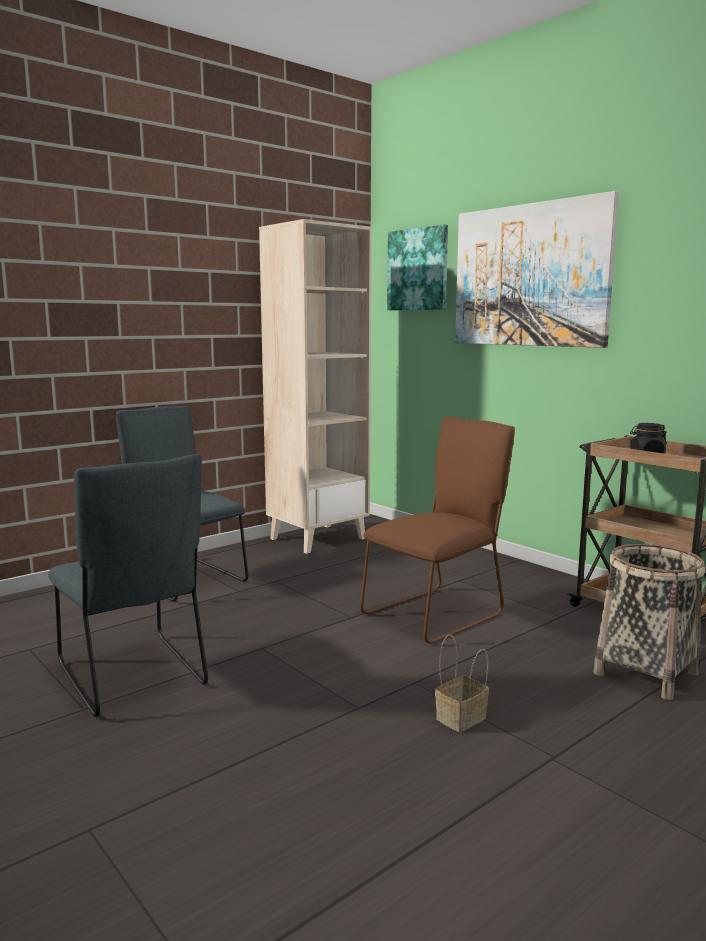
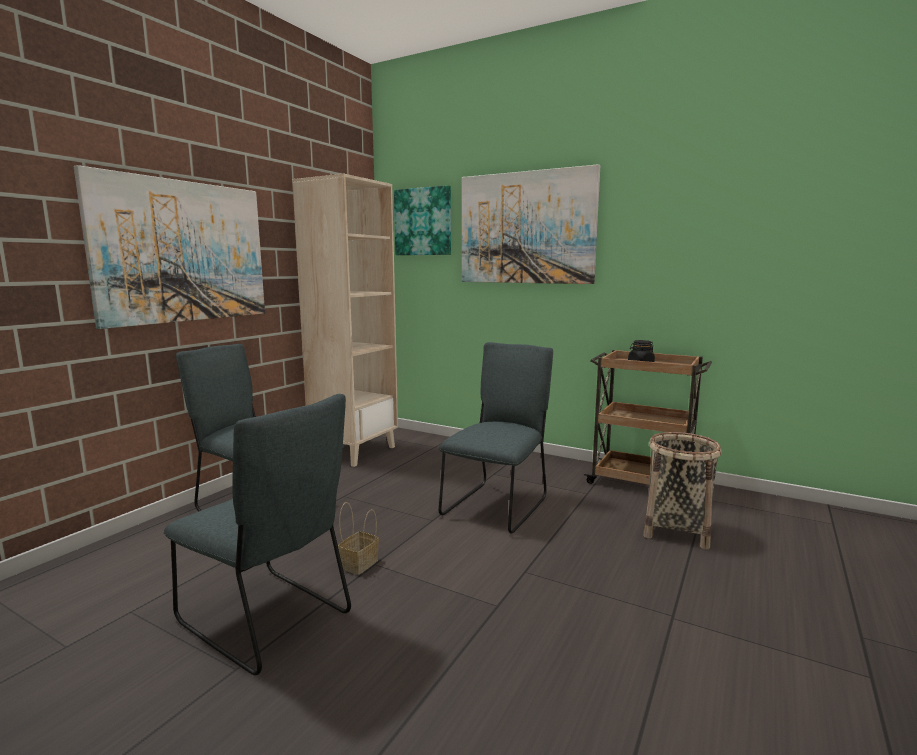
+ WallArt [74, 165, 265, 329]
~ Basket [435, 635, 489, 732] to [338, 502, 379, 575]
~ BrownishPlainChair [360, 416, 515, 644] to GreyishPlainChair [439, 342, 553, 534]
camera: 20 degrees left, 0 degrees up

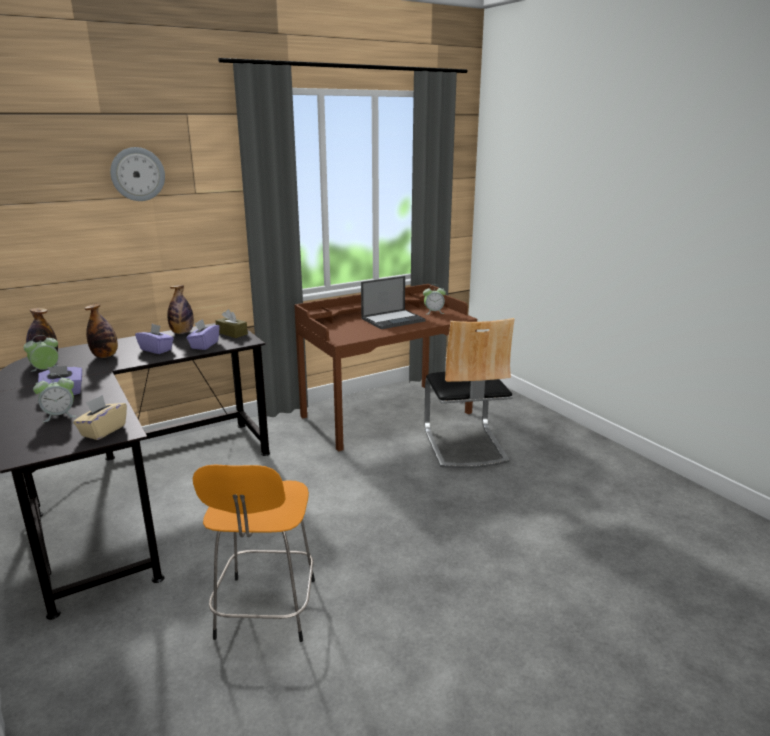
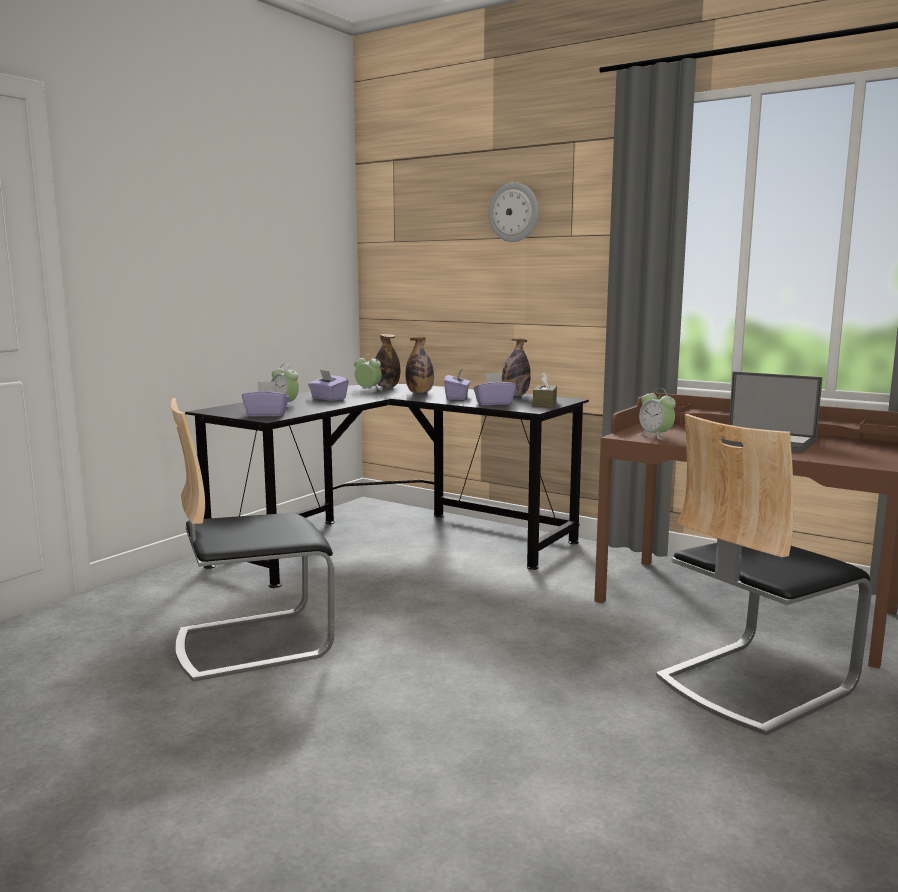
~ OrangeColouredSittingStool [193, 464, 315, 642] to PlainChair [171, 398, 334, 682]
~ BeigeTissueBox [73, 395, 127, 440] to PurpleColouredTissueBox [242, 382, 289, 417]
~ BedsideClock [423, 287, 446, 314] to [637, 388, 676, 440]
camera: 65 degrees right, 10 degrees down

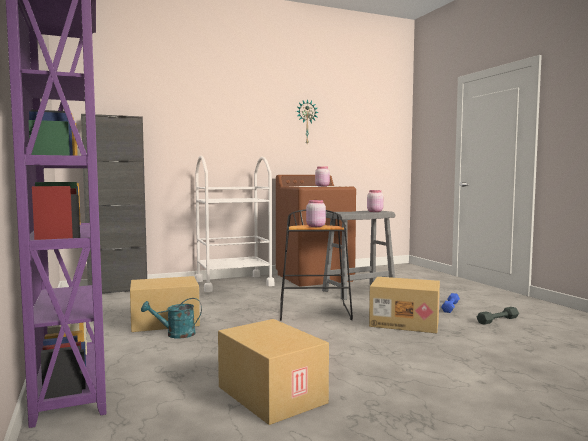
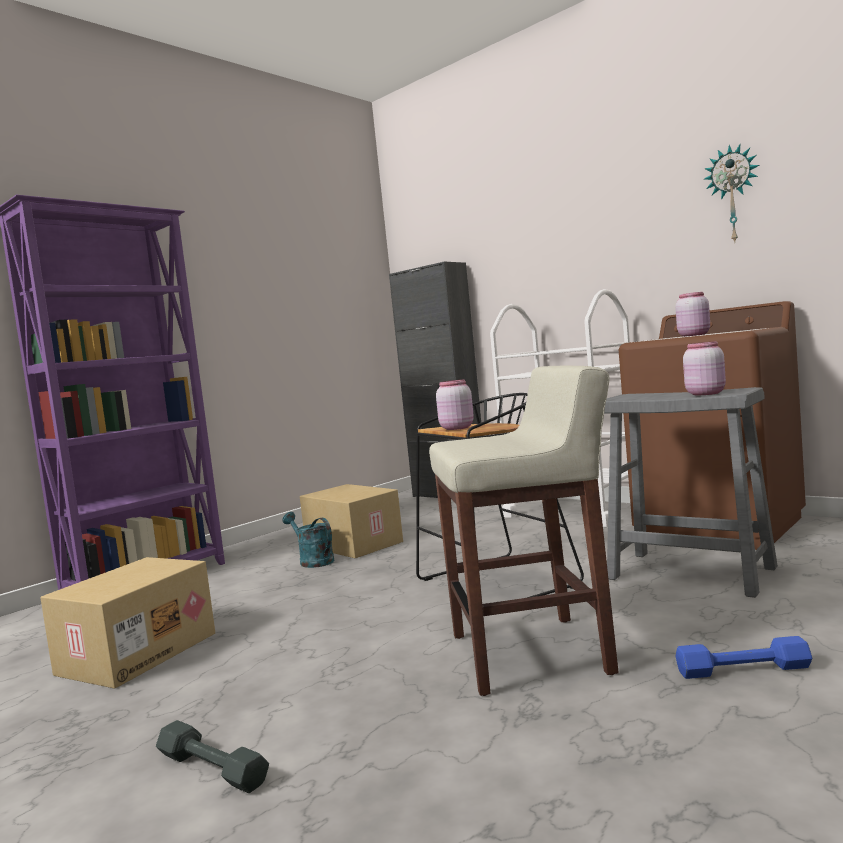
~ GreyishDumbbell [477, 307, 519, 325] to [156, 720, 269, 793]
~ CardboardBox [369, 277, 440, 333] to BeigeSittingStool [429, 366, 619, 696]
camera: 65 degrees right, 0 degrees up

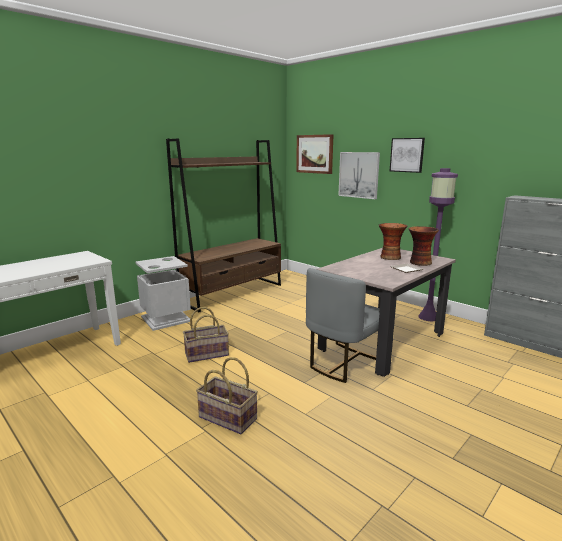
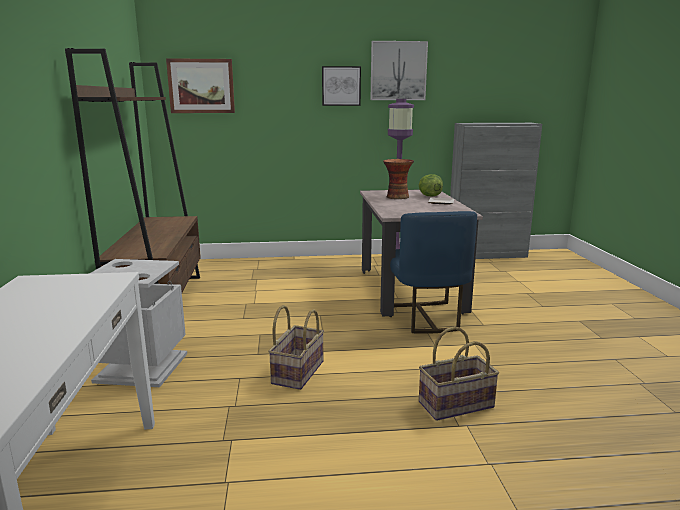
~ WallArt [338, 152, 380, 199] to [371, 41, 428, 100]
~ GreyishPlainChair [306, 268, 380, 383] to BluePlainChair [390, 211, 477, 334]
~ DecorativeVase [408, 226, 439, 266] to Lettuce [419, 174, 443, 197]
camera: 50 degrees left, 0 degrees up

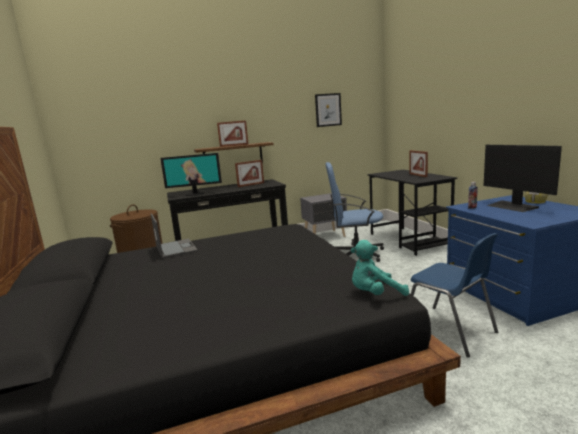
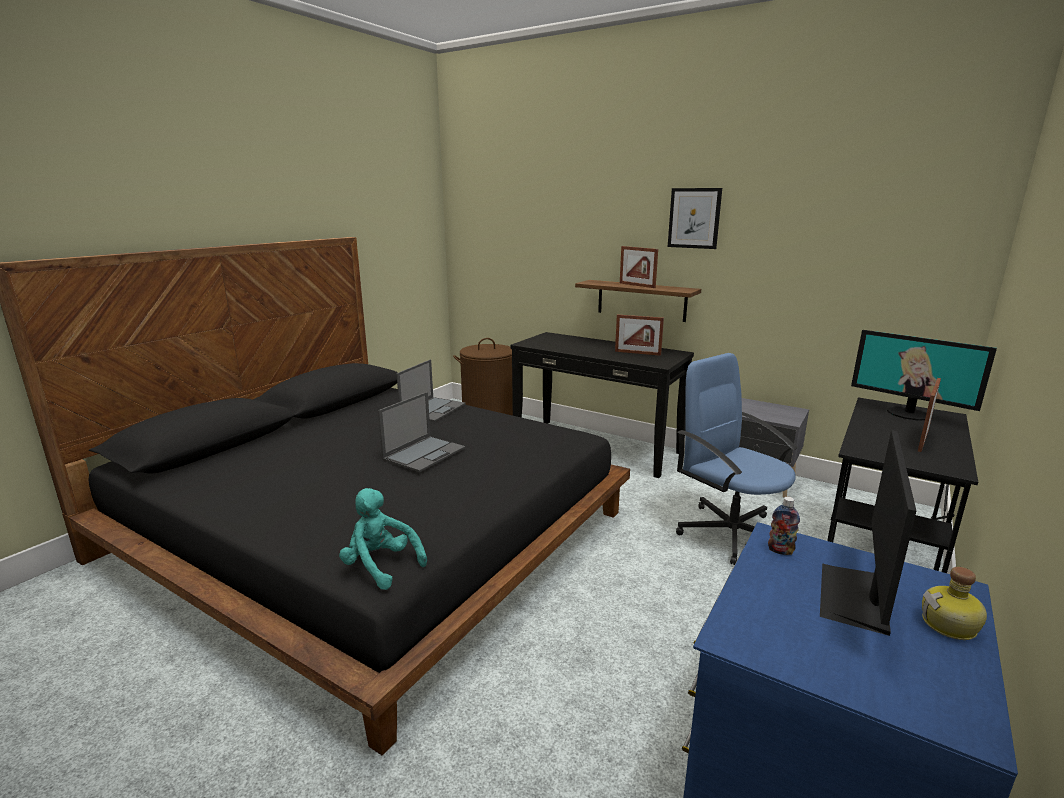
+ PortableComputer [378, 392, 465, 472]
~ WallArt [315, 93, 342, 127] to [668, 188, 722, 249]
~ ComputerScreen [160, 153, 222, 196] to [851, 330, 997, 421]
- BluePlainChair [411, 233, 498, 357]
camera: 50 degrees right, 5 degrees up

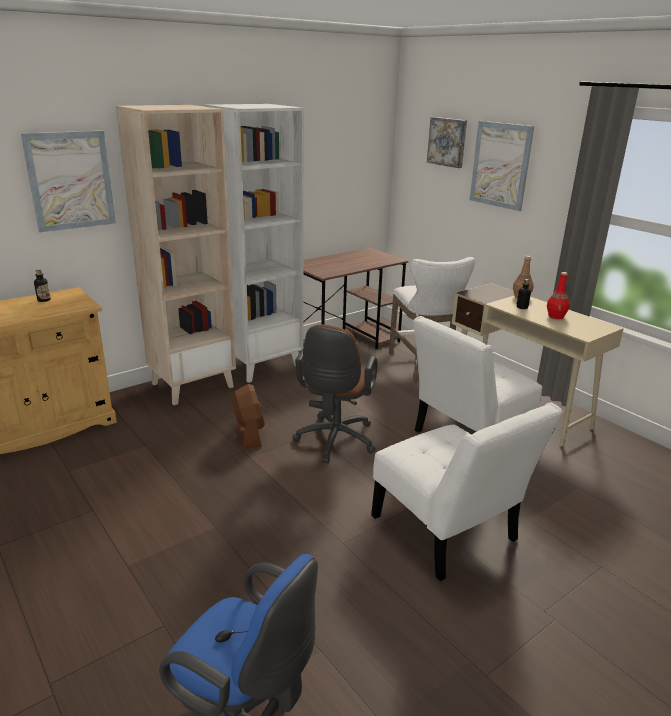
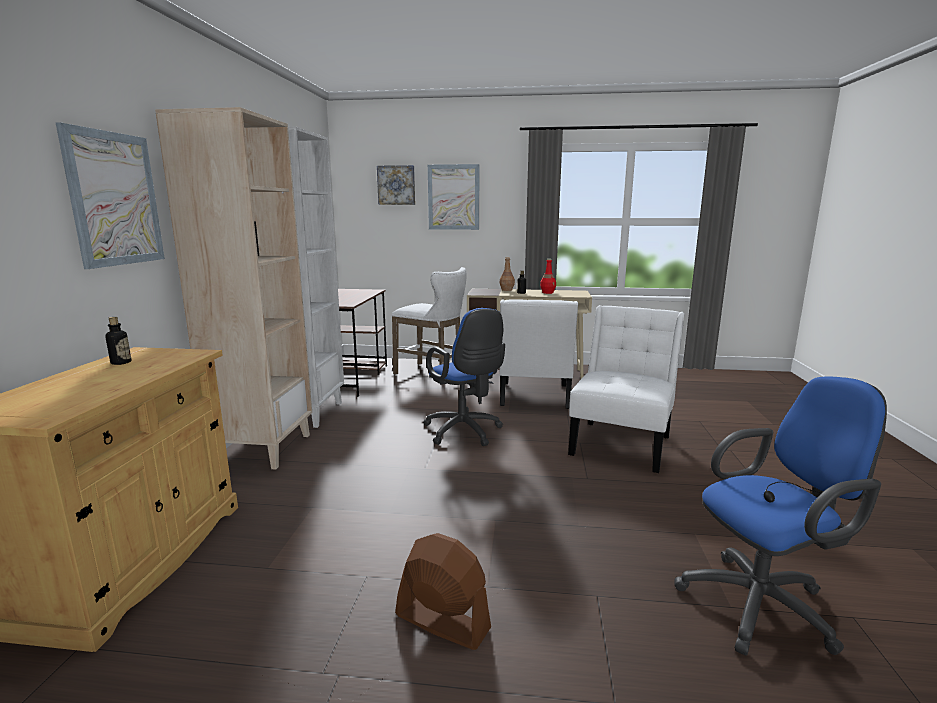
~ BrownishFan [232, 384, 265, 448] to [395, 533, 491, 650]
~ BrownishOfficeChair [293, 324, 377, 463] to BlueOfficeChair [423, 308, 505, 446]
~ WhitePlainChair [371, 403, 563, 581] = [568, 305, 684, 473] 75 degrees counterclockwise
camera: 45 degrees left, 10 degrees down

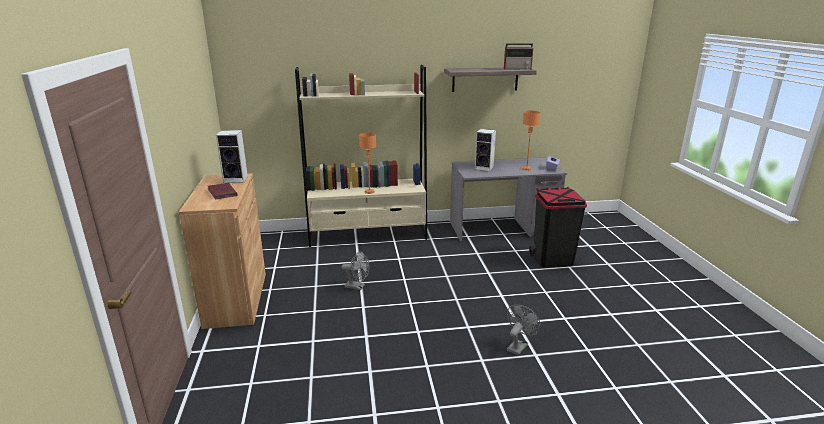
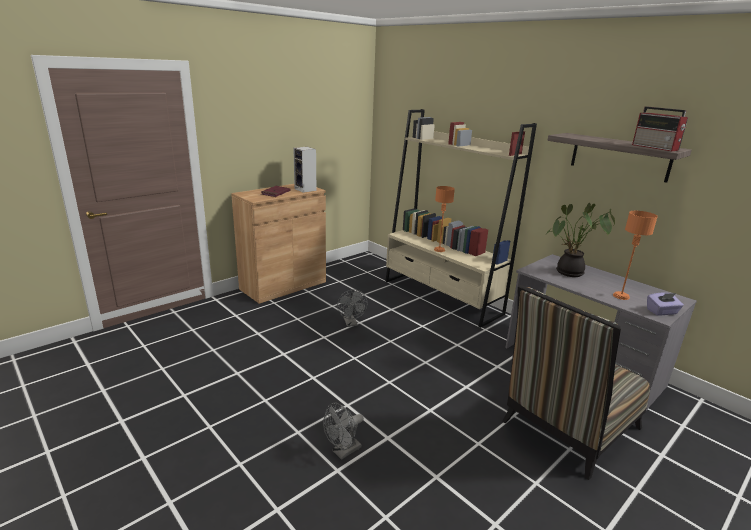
~ GreyishFan [507, 305, 541, 355] = [323, 403, 364, 460] 135 degrees clockwise
~ BlackColouredRubbishBin [529, 187, 587, 268] to PlainChair [502, 285, 650, 480]
~ AudioSpeaker [475, 129, 496, 171] to PlantInAPot [546, 203, 615, 277]
camera: 55 degrees right, 0 degrees up

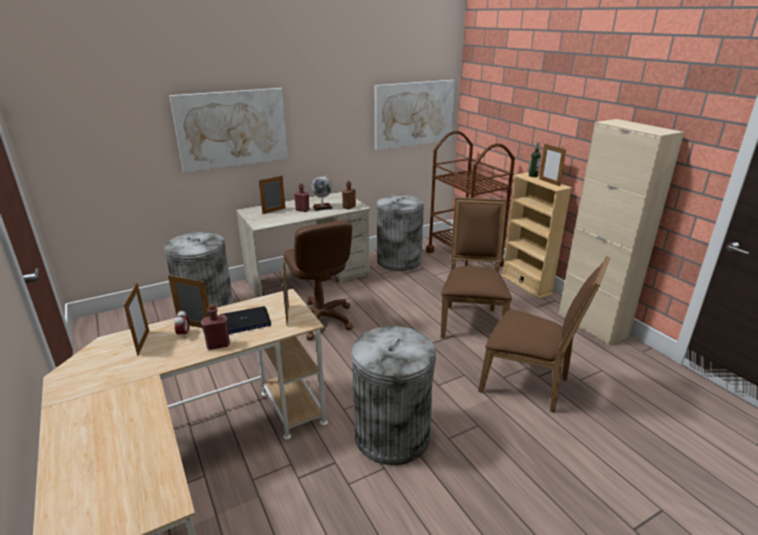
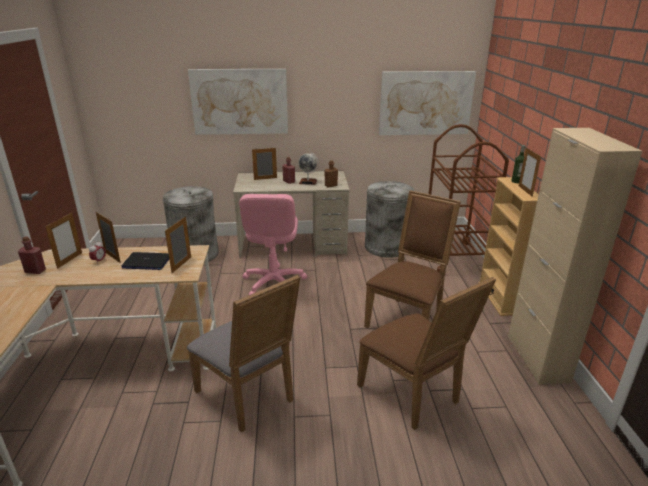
~ ReddishBottle [201, 304, 230, 350] to [18, 237, 46, 274]
~ GreyishRubbishBin [351, 326, 436, 465] to GreyishPlainChair [187, 275, 300, 432]
~ BrownishOfficeChair [284, 220, 353, 340] to PinkOfficeChair [239, 194, 307, 295]
camera: 25 degrees right, 0 degrees up

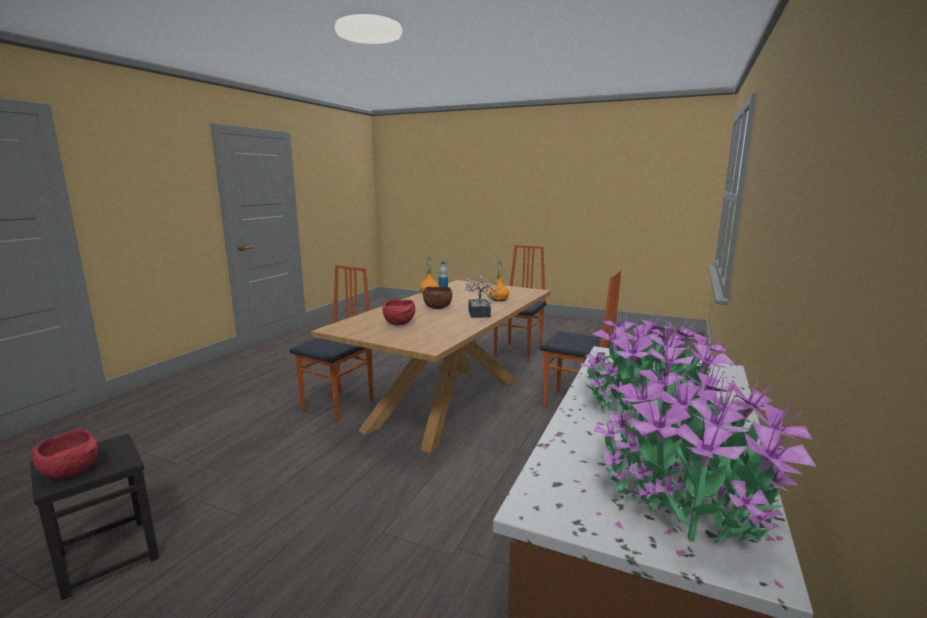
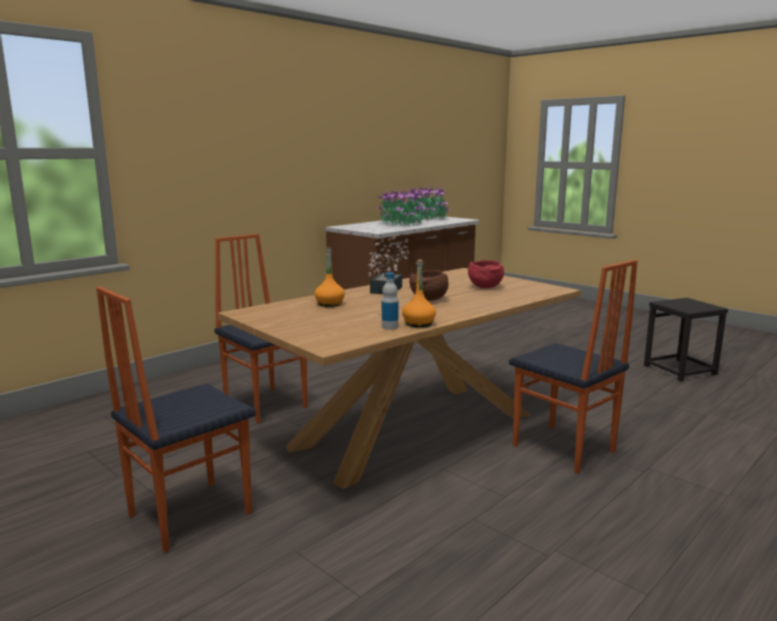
~ PlainChair [290, 265, 373, 422] = [509, 260, 638, 474] 90 degrees counterclockwise
- ReddishDeepDish [31, 430, 98, 479]
camera: 160 degrees left, 0 degrees up

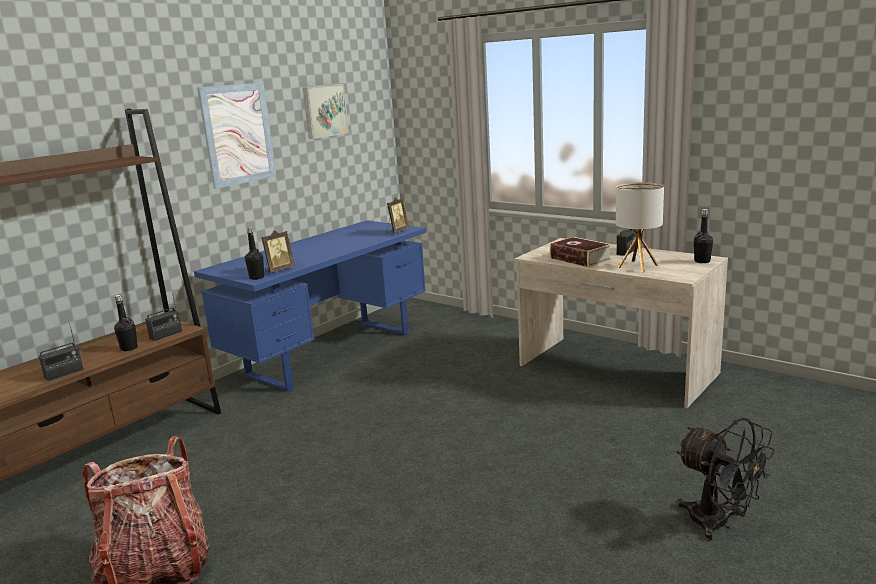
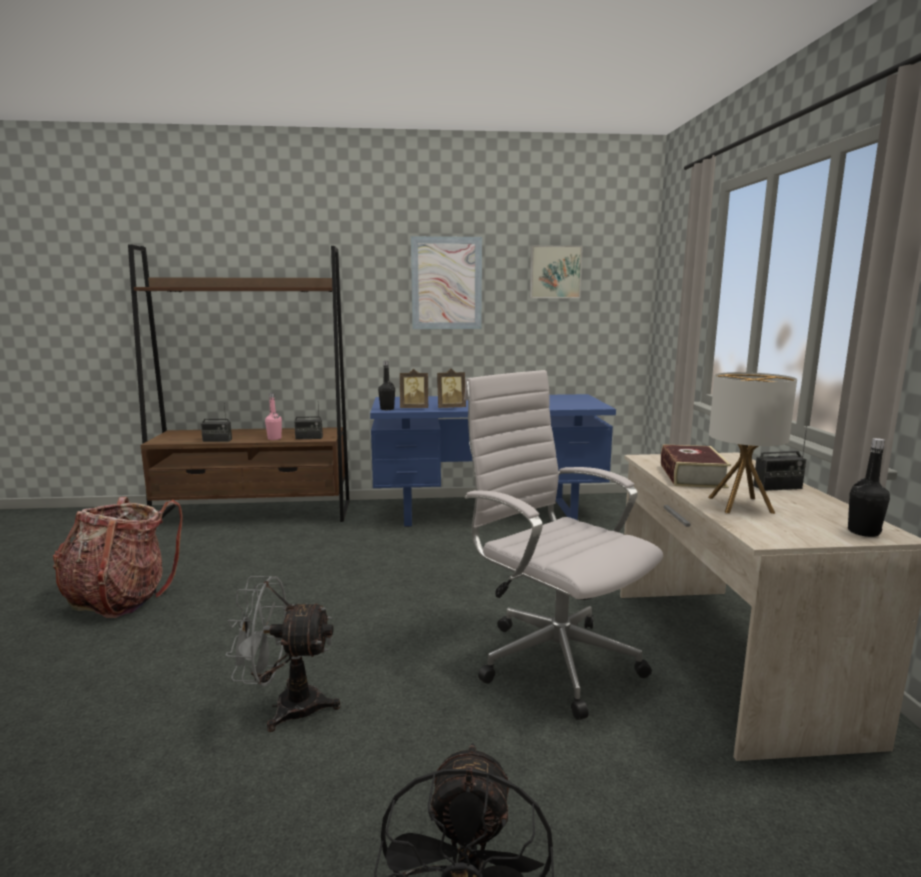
+ GreyishFan [226, 576, 341, 732]
~ BlackColouredBottle [114, 295, 138, 351] to PinkBottle [265, 393, 282, 440]
~ StandingFrame [387, 198, 409, 233] to [437, 369, 466, 408]
+ WhiteOfficeChair [464, 370, 663, 720]
camera: 45 degrees right, 5 degrees down

